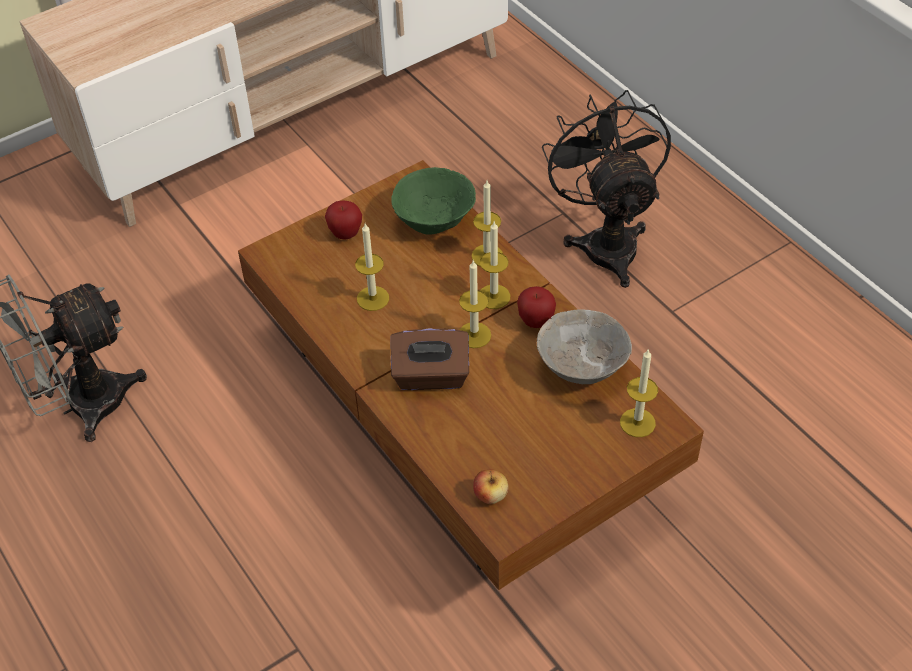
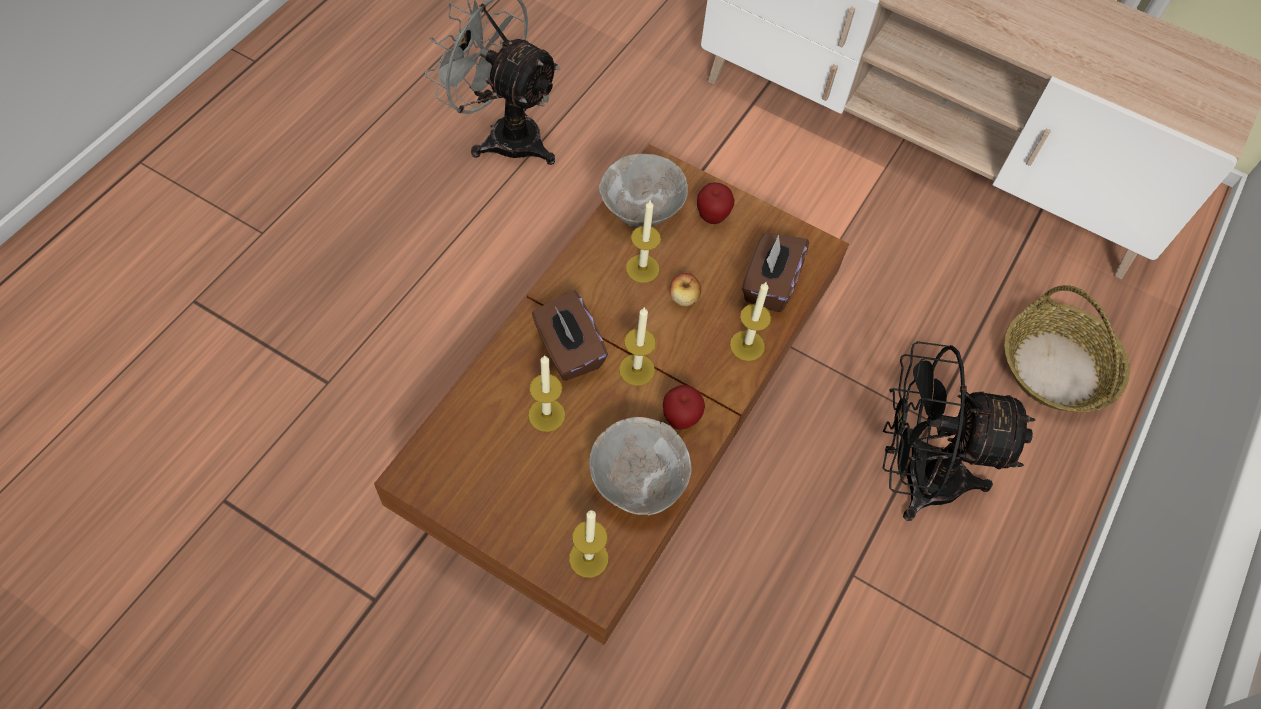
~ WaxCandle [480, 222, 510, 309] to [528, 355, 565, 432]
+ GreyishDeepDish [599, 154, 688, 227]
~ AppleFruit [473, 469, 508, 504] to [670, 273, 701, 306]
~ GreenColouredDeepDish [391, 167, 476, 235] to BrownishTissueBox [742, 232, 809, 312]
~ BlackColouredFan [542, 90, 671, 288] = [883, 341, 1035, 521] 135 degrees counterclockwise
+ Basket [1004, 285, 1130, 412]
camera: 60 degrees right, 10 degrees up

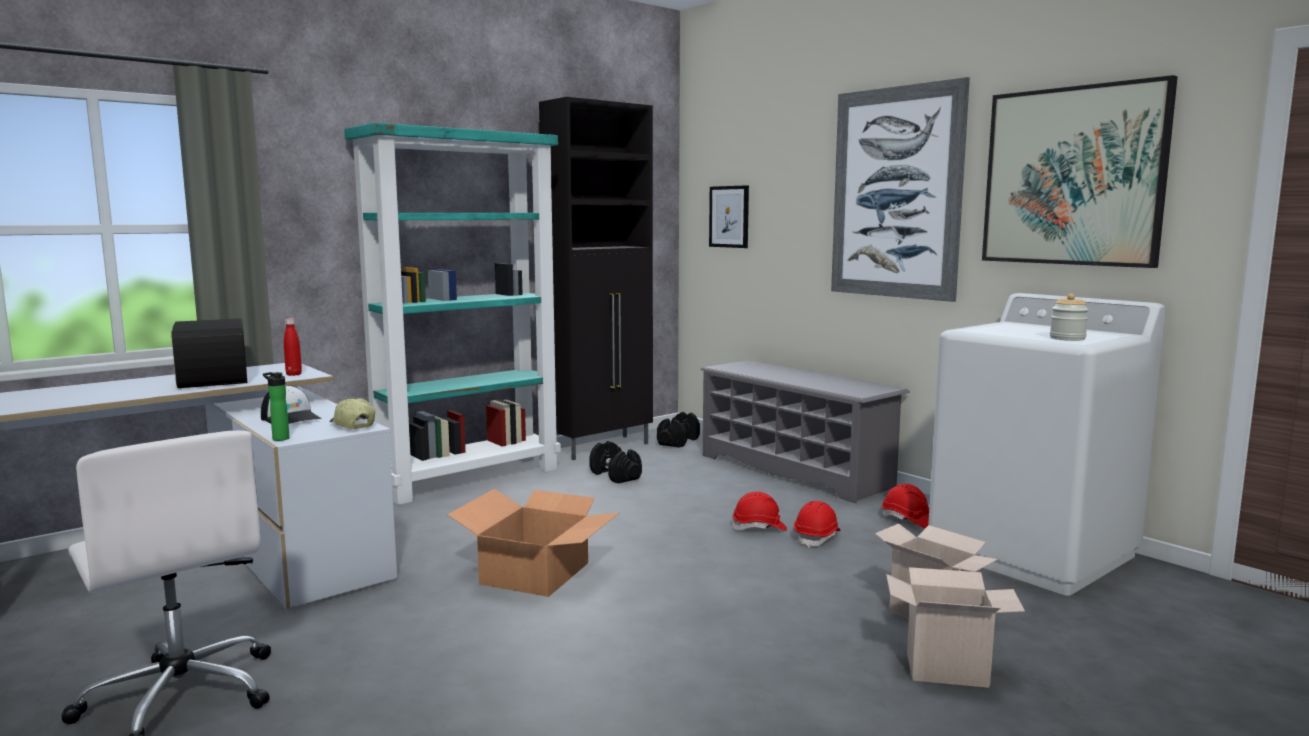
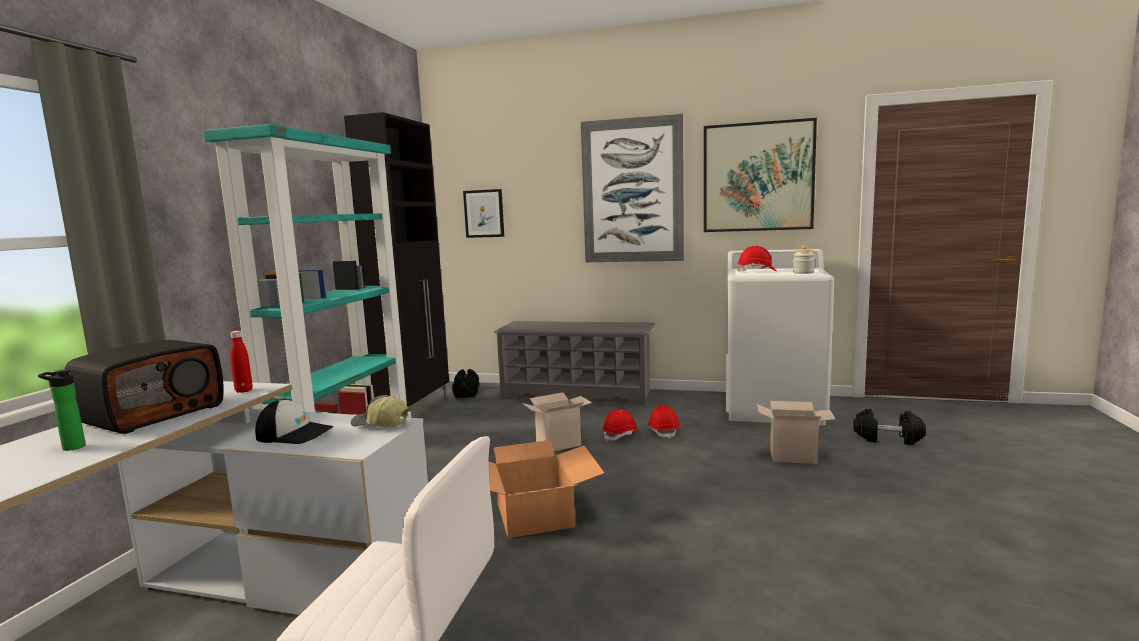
~ Bottle [263, 372, 290, 441] to [38, 370, 86, 451]
~ RadioReceiver [171, 319, 247, 388] = [65, 340, 224, 434] 90 degrees clockwise
~ CardboardBox [886, 567, 1025, 688] to [522, 393, 592, 451]
~ ReddishHardHat [882, 484, 929, 528] to [737, 246, 777, 272]
~ BlackColouredDumbbell [590, 441, 642, 484] to [853, 409, 926, 445]
camera: 35 degrees left, 0 degrees up

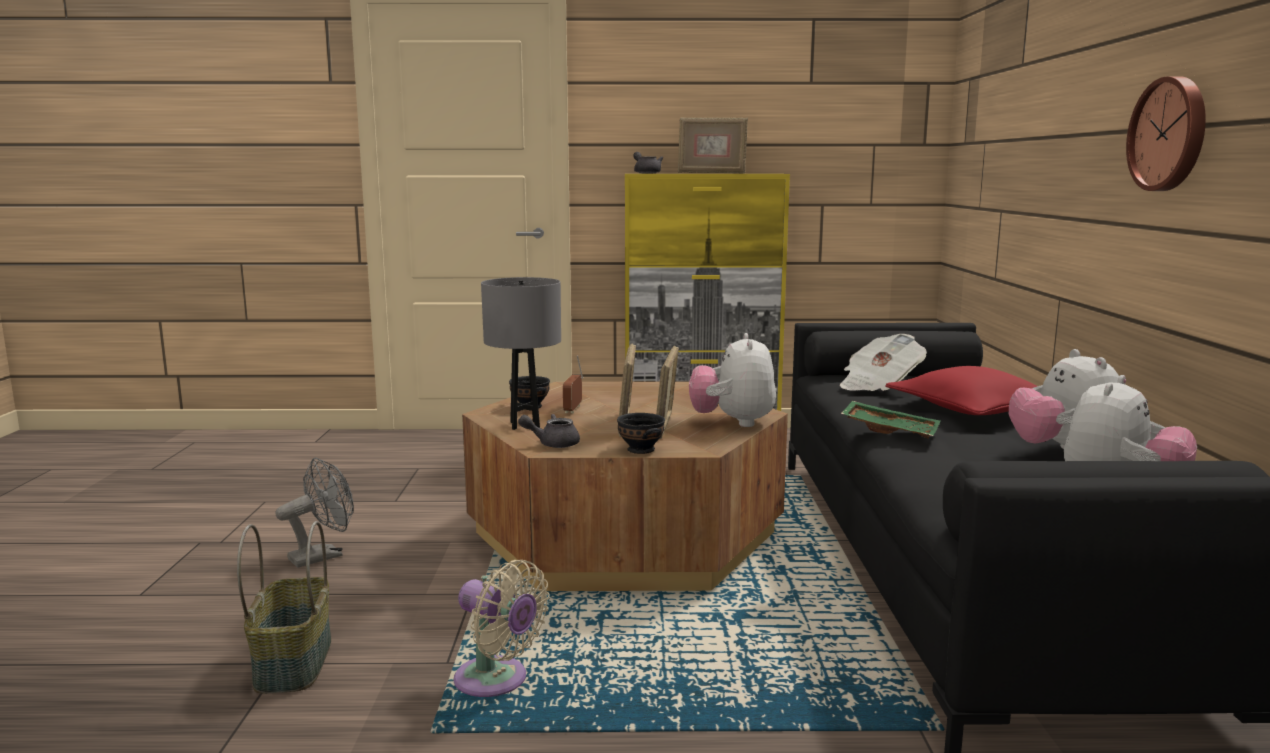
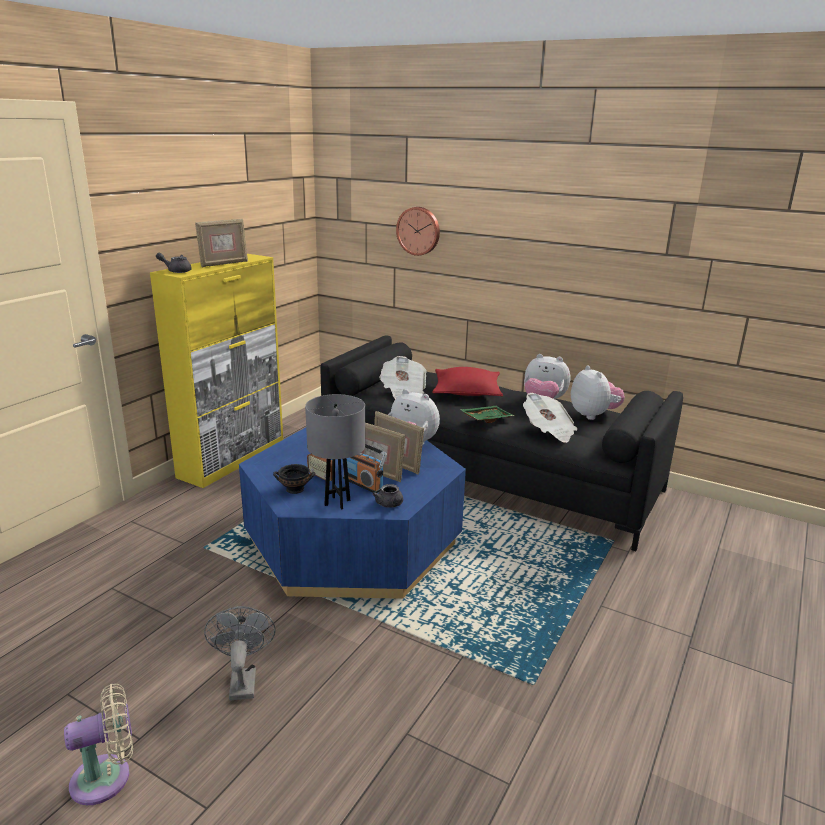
~ BeigeFan [453, 560, 550, 697] to [64, 684, 133, 805]
~ BrownishCoffeeTable [462, 382, 788, 591] to BlueCoffeeTable [239, 427, 466, 599]
+ RadioReceiver [343, 444, 387, 493]
~ GreyishTeaPot [518, 414, 580, 448] = [372, 484, 403, 508] 45 degrees counterclockwise
~ WallClock [1126, 76, 1206, 191] to [396, 207, 440, 256]
+ PrintedPaper [523, 393, 578, 443]
- Basket [237, 521, 331, 694]
- BlackColouredDeepDish [617, 413, 665, 454]
camera: 60 degrees left, 10 degrees up

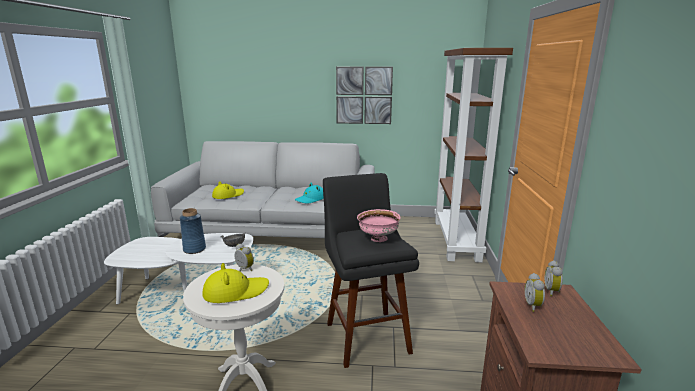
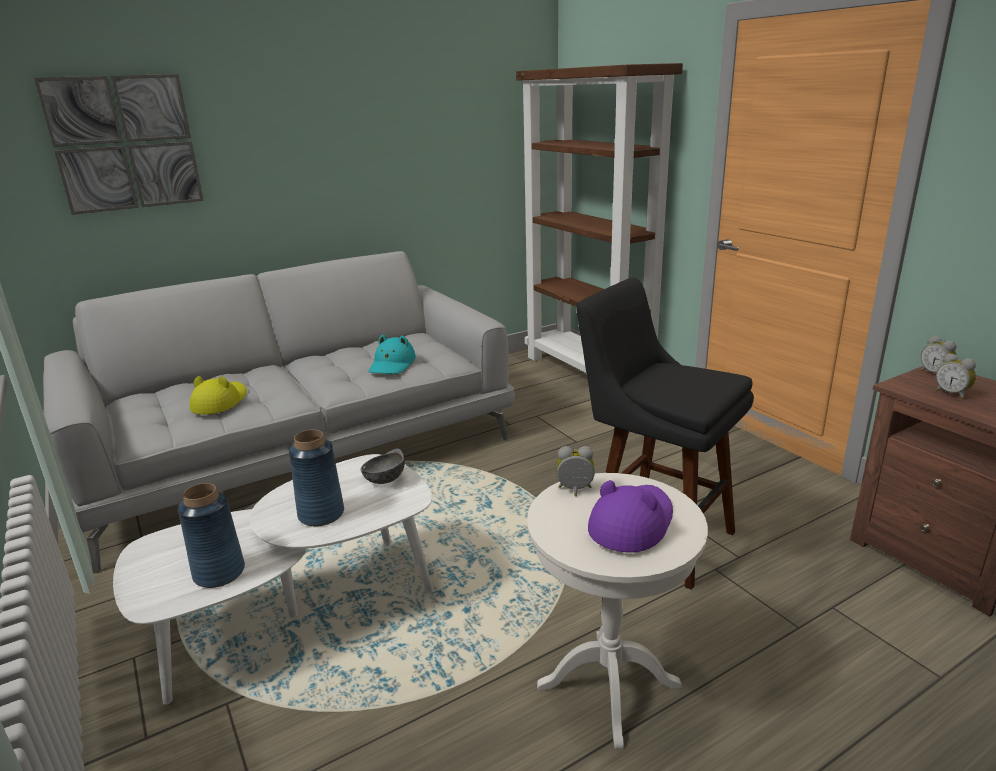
~ WallArt [336, 67, 393, 124] to [34, 74, 204, 215]
+ BlueDecorativeVase [178, 483, 245, 588]
~ YellowColouredWearableHat [202, 263, 269, 303] to PurpleColouredWearableHat [588, 480, 673, 552]
- PinkDeepDish [357, 209, 401, 242]
camera: 35 degrees left, 5 degrees up

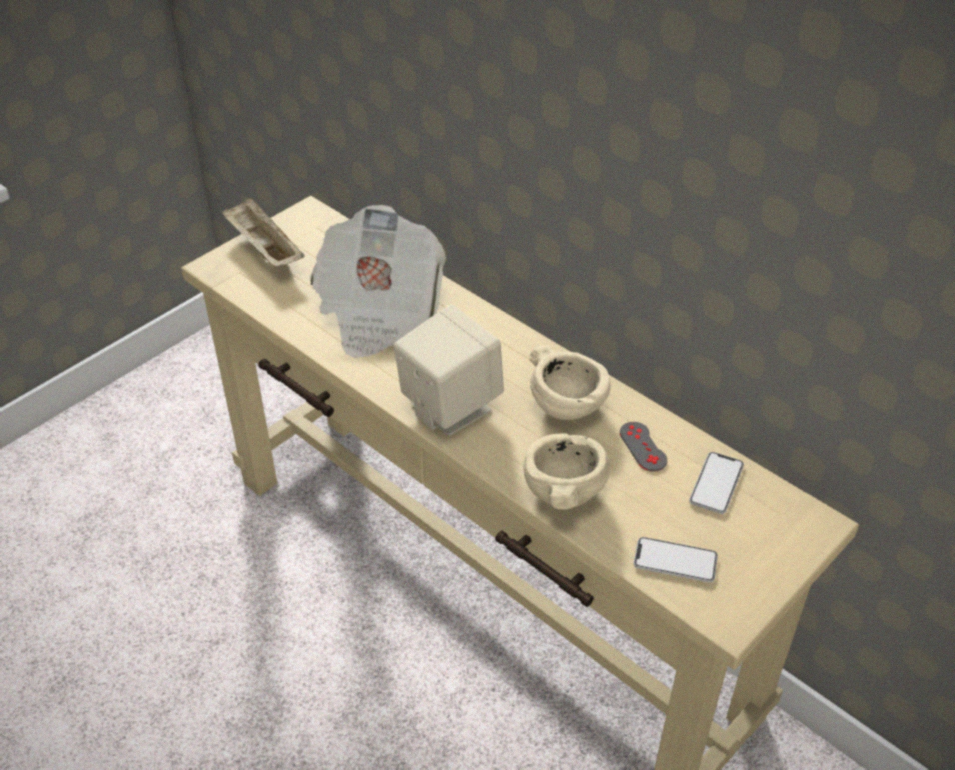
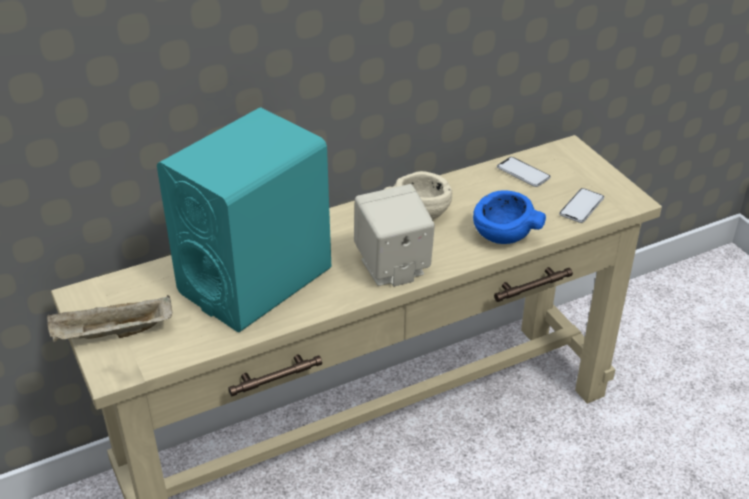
~ PrintedPaper [310, 205, 446, 358] to BlueGreenAudioSpeaker [157, 108, 331, 332]
~ BeigeDeepDish [524, 433, 610, 510] to BlueDeepDish [473, 190, 546, 244]
- GreyishGamepad [620, 422, 667, 471]
camera: 70 degrees left, 5 degrees down

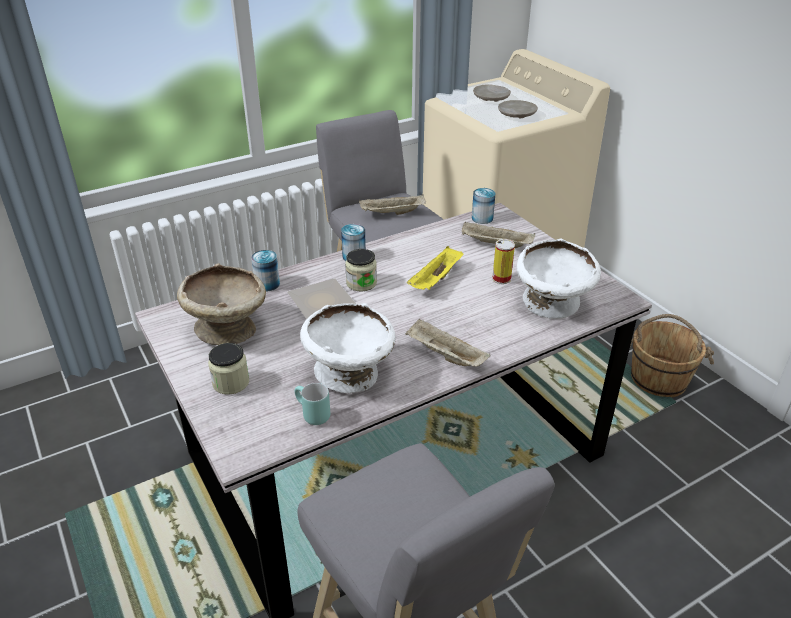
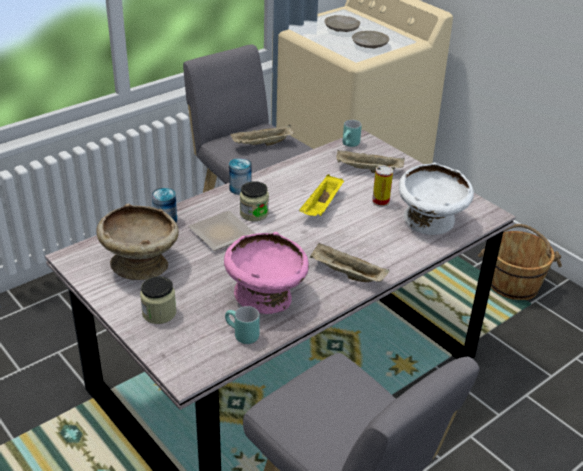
~ WhiteDeepDish [300, 303, 396, 393] to PinkDeepDish [224, 232, 309, 314]
~ MetalCan [472, 188, 496, 224] to BlueGreenMug [343, 120, 362, 147]
camera: 10 degrees left, 0 degrees up

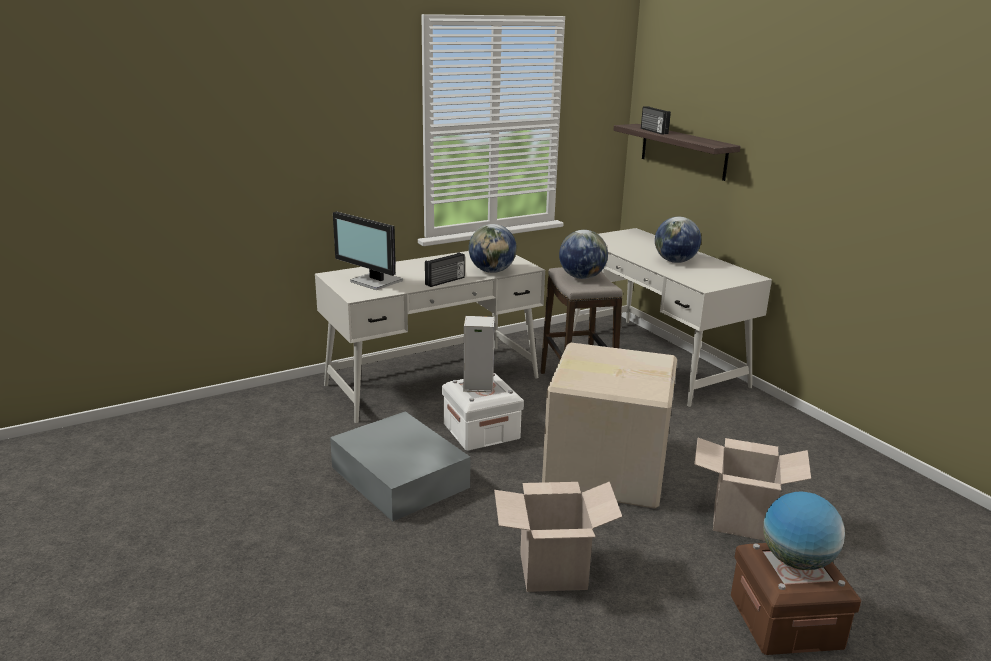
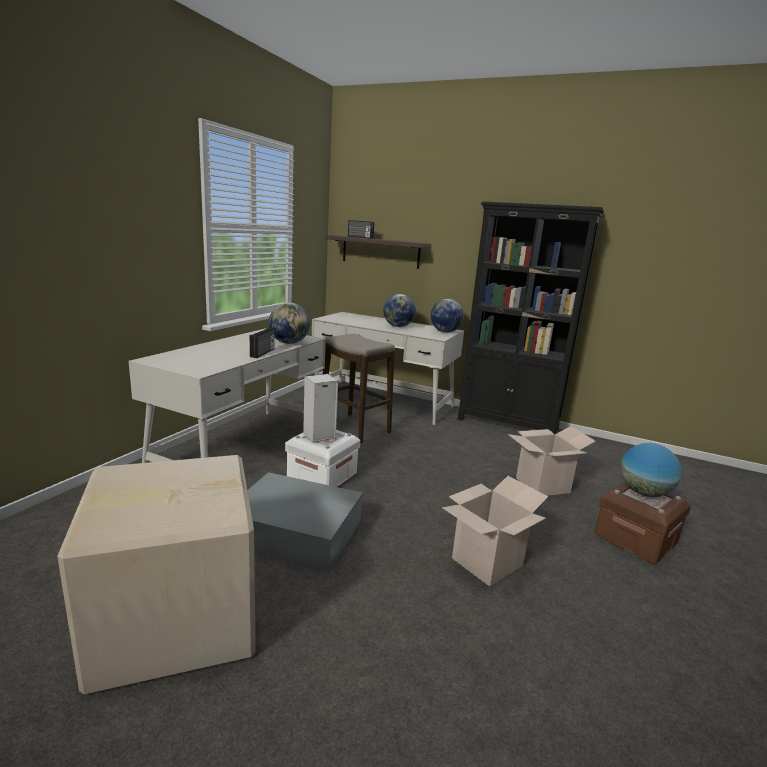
~ CardboardBox [542, 342, 677, 509] to [57, 455, 256, 694]
~ WorldGlobe [559, 230, 608, 279] to [431, 299, 464, 333]
+ BlackColouredBookcase [458, 202, 604, 434]
- ComputerScreen [333, 212, 403, 290]
camera: 35 degrees left, 5 degrees down

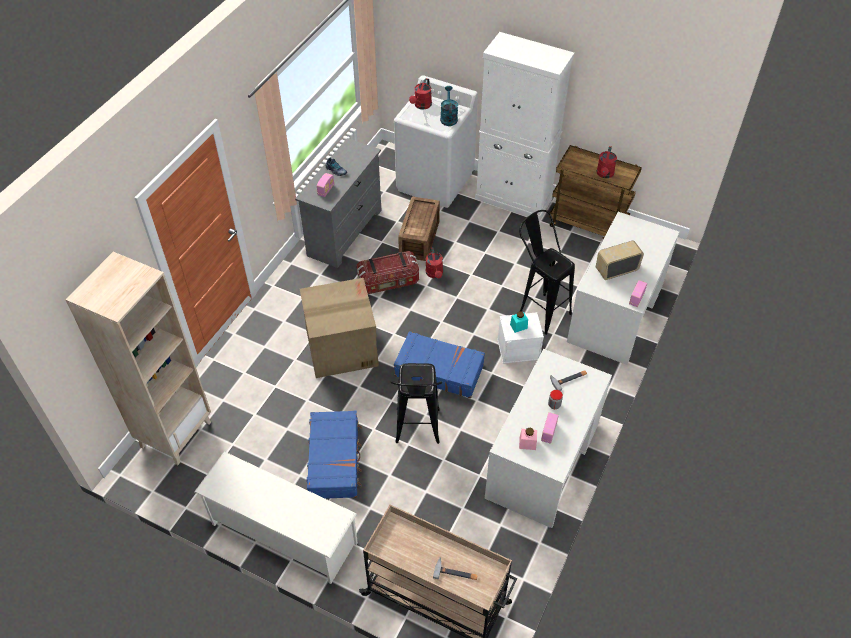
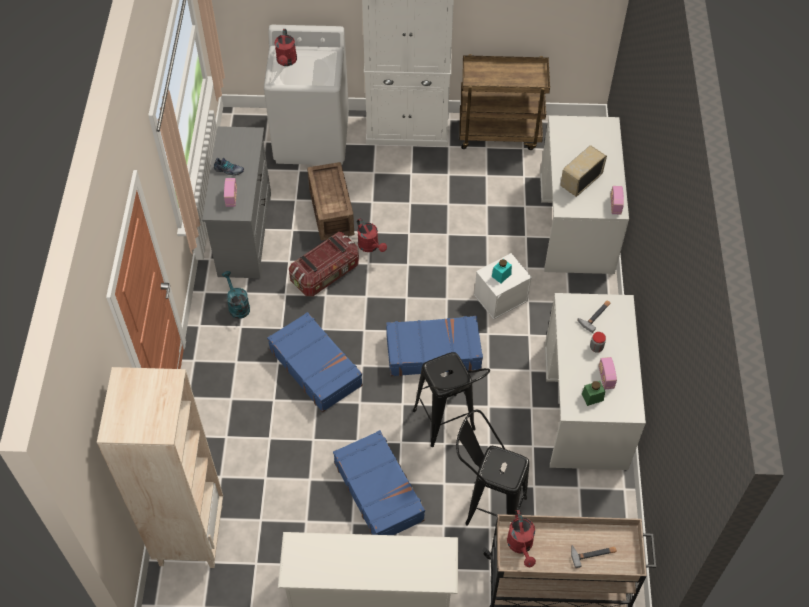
~ BlueGreenWateringCan [440, 86, 458, 126] to [222, 271, 250, 319]
~ CardboardBox [300, 278, 379, 378] to BluePieceOfLuggage [267, 312, 363, 412]
~ BlackColouredSittingStool [519, 210, 575, 335] to [456, 410, 529, 526]
~ ReddishWateringCan [596, 146, 617, 178] to [507, 510, 536, 567]
~ PinkStorageJar [519, 428, 537, 450] to GreenColouredStorageJar [582, 381, 605, 406]
camera: 25 degrees left, 5 degrees up

